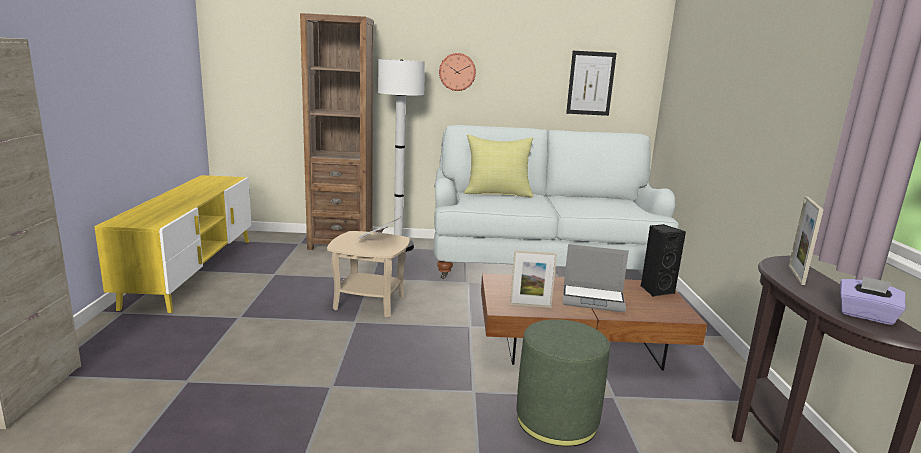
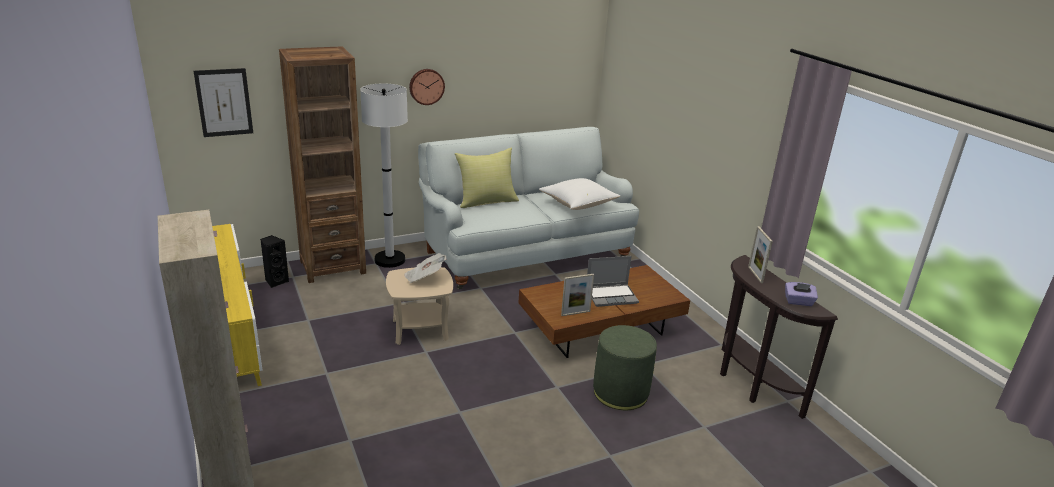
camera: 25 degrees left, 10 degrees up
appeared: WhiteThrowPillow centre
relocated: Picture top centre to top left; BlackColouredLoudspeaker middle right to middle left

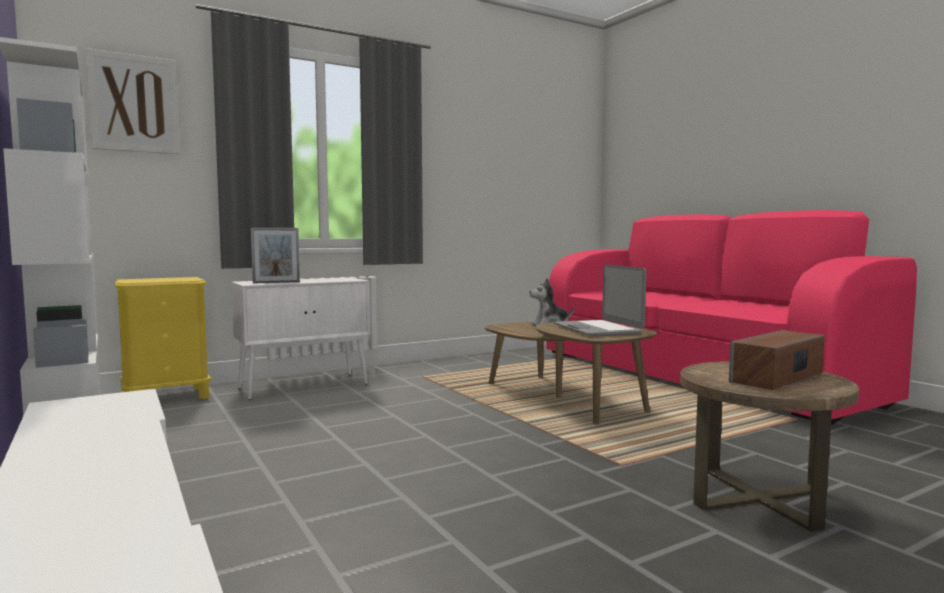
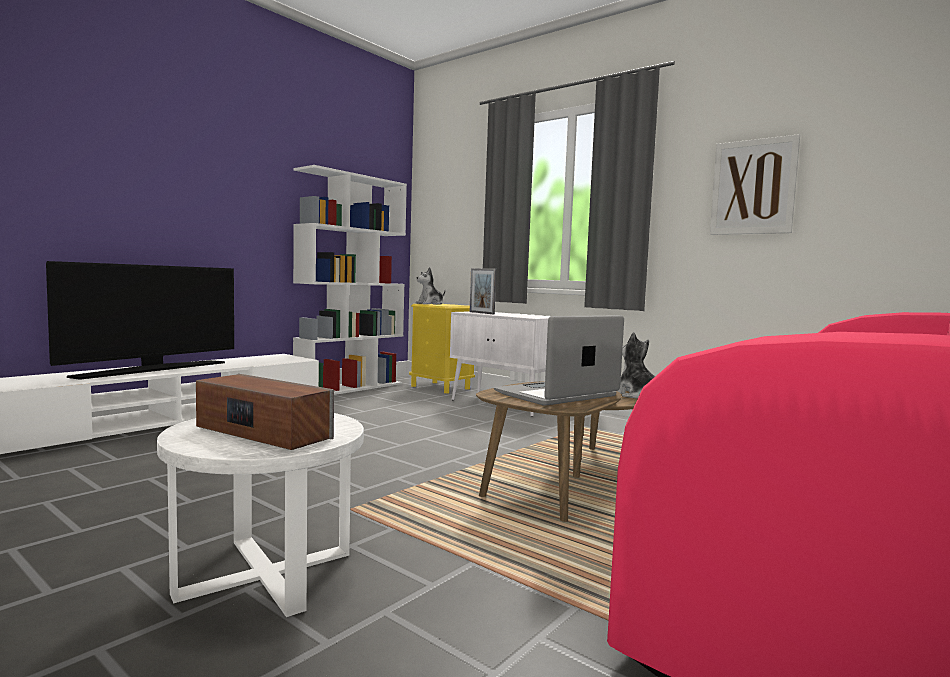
camera: 70 degrees right, 0 degrees up
appeared: Tv middle left; SoftToy (no. 1 from left) centre
relocated: Picture top left to top right
colour: BrownEndTable bottom right to WhiteEndTable bottom left

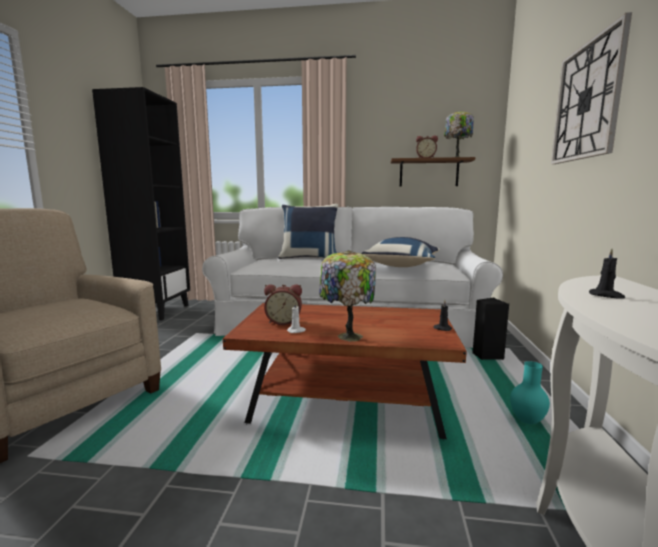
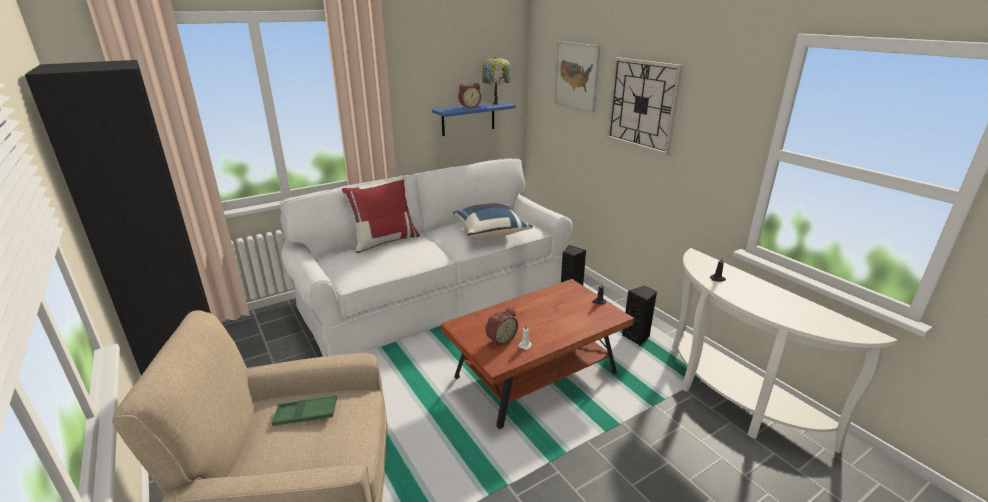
camera: 40 degrees left, 15 degrees up
missing: TableLamp (no. 1 from left) centre
appeared: GreenColouredTray bottom left; Picture top centre
exchanged: BlueGreenVase bottom right to BlackColouredLoudspeaker (no. 2 from left) centre
colour: BluishThrowPillow (no. 1 from left) centre to ReddishThrowPillow centre; BrownBracketShelf top centre to BluishBracketShelf top centre

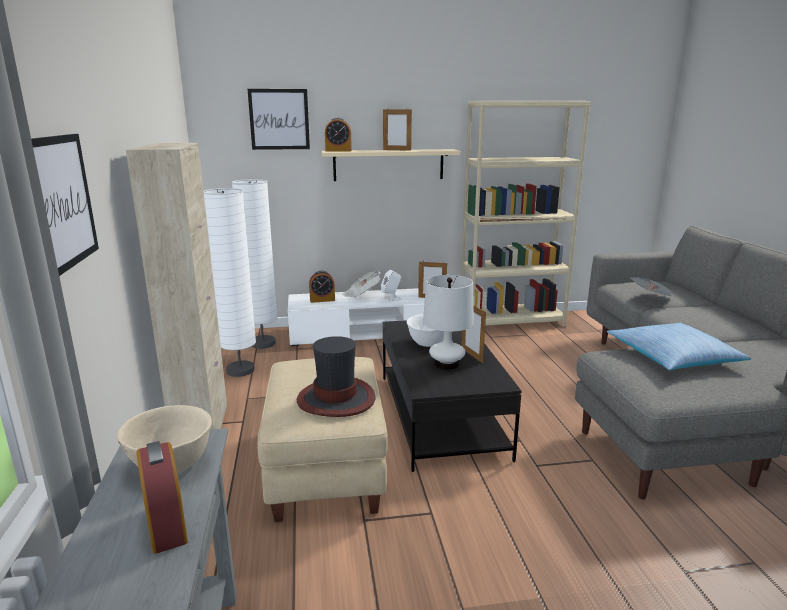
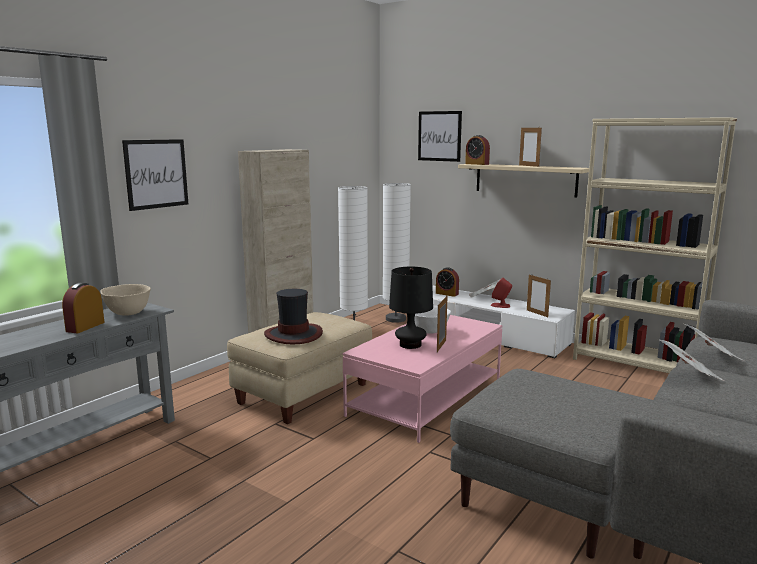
camera: 45 degrees right, 5 degrees down
missing: ThrowPillow middle right
appeared: DailyPaper (no. 2 from left) middle right
colour: WhiteLoudspeaker centre to ReddishLoudspeaker centre; BlackColouredLowTable centre to PinkishLowTable bottom centre; WhiteTableLamp centre to BlackColouredTableLamp centre

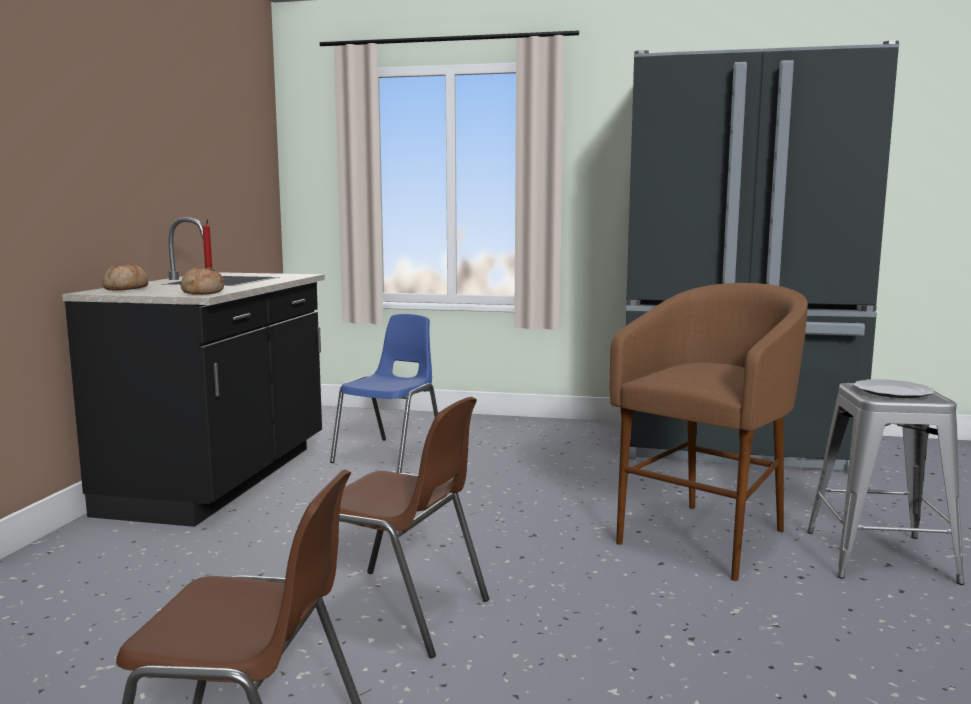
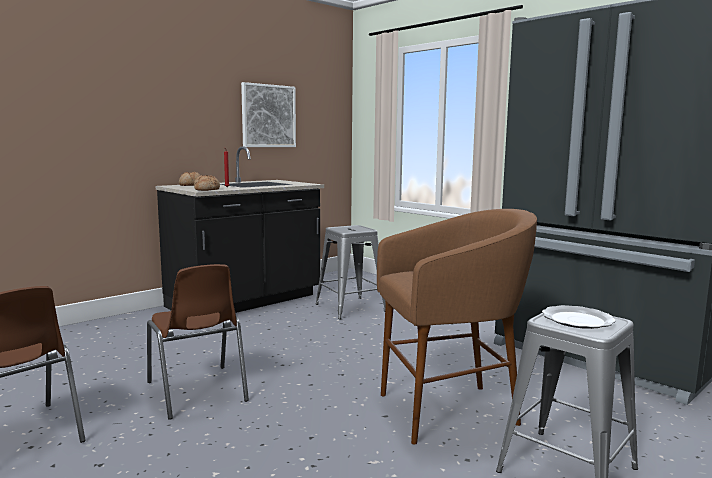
camera: 35 degrees right, 0 degrees up
appeared: Picture top centre
exchanged: BluishUprightChair centre to GreyStoolSeat (no. 1 from left) centre

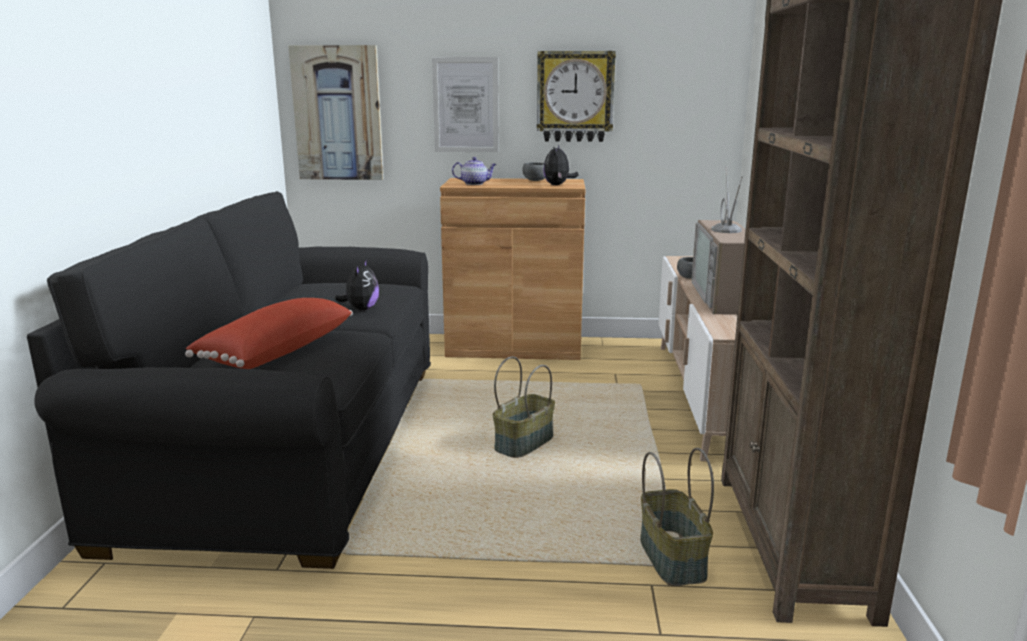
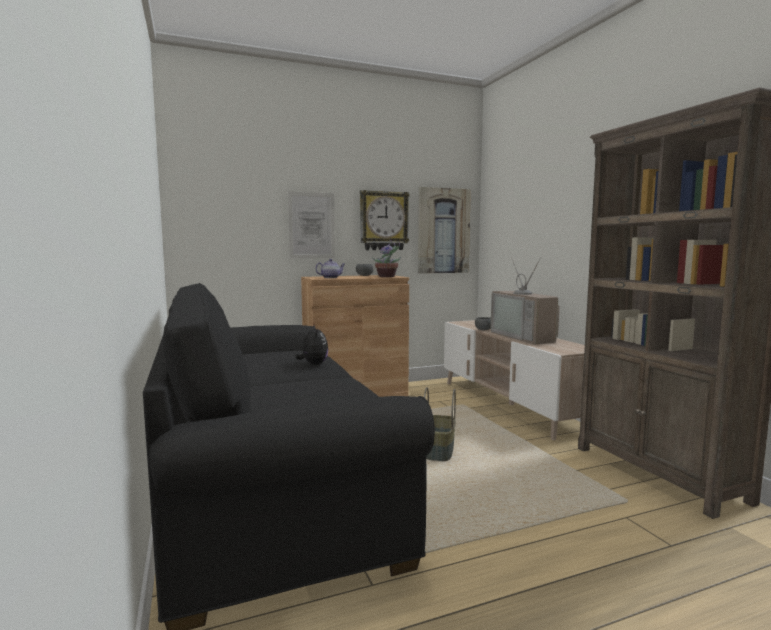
camera: 25 degrees left, 10 degrees down
missing: ReddishThrowPillow middle left; HouseholdBasket (no. 2 from left) bottom centre
relocated: Picture (no. 1 from left in the first image) top left to Picture (no. 2 from left) centre
exchanged: SoftToy (no. 2 from left) top centre to Houseplant centre

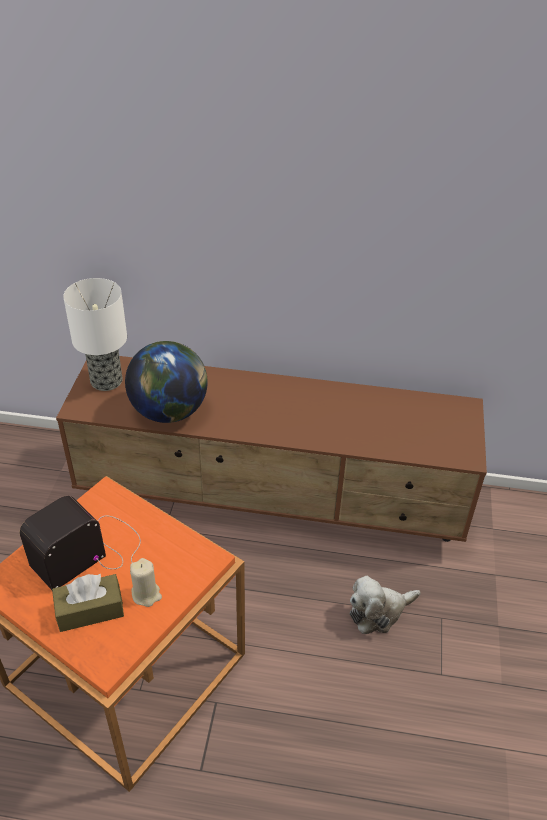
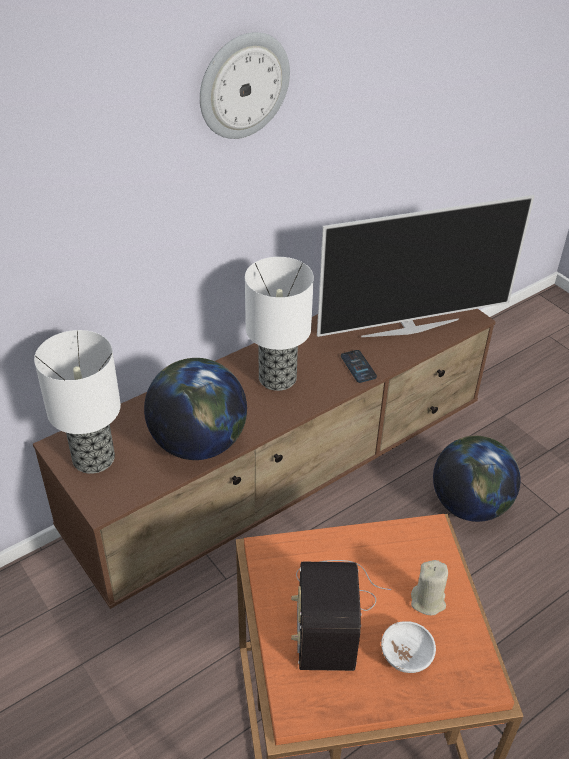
camera: 45 degrees left, 0 degrees up
appeared: ClockOnTheWall top centre; TableLamp (no. 2 from left) centre; Tv middle right; Phone centre
exchanged: BrownBoxOfTissues bottom left to WhiteDeepDish bottom right; SoftToy bottom right to WorldGlobe (no. 2 from left) middle right

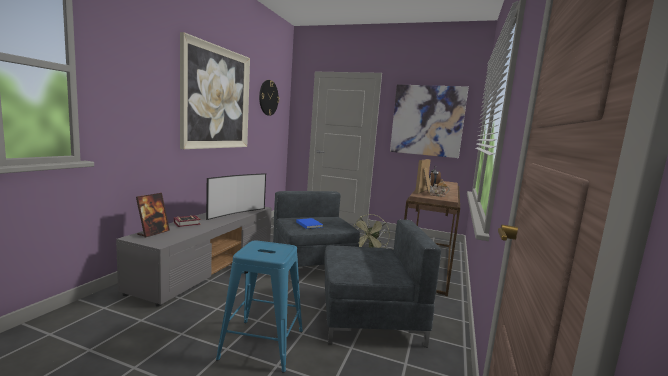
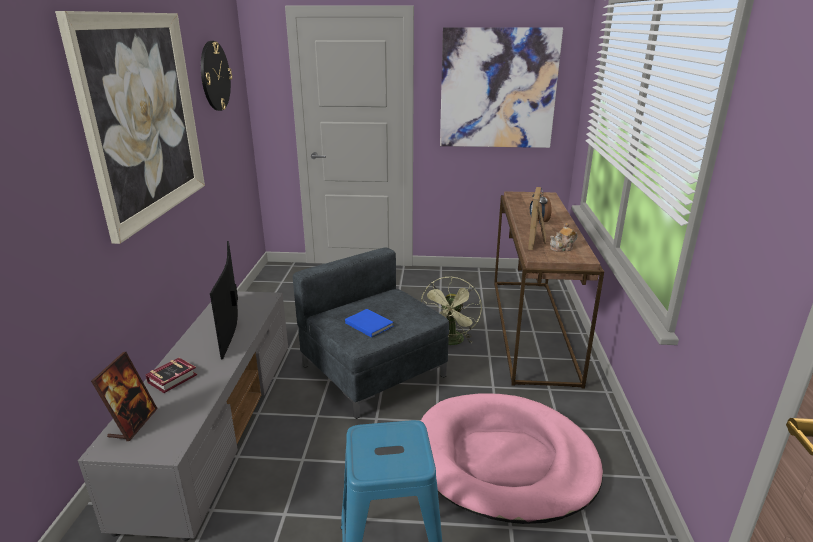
camera: 15 degrees left, 15 degrees up
exchanged: GreyLoungeChair (no. 2 from left) bottom centre to PinkishPetBed bottom centre
spun: Tv centre = middle left 150 degrees clockwise

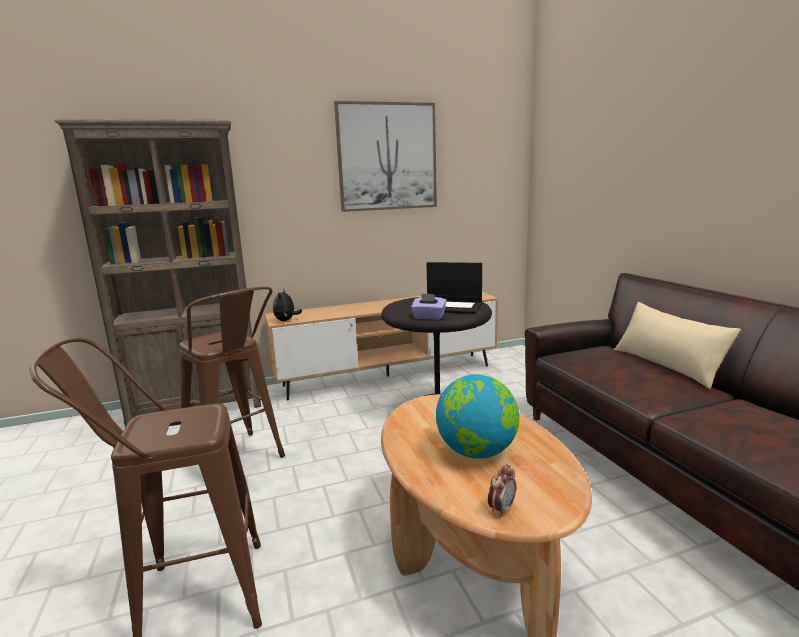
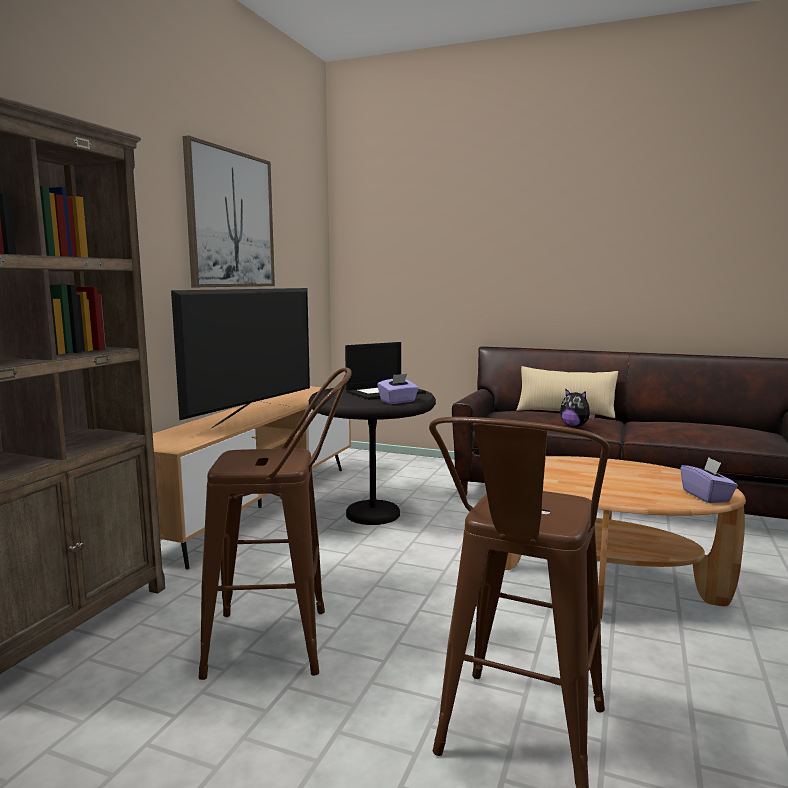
camera: 50 degrees left, 5 degrees down
missing: WorldGlobe centre
appeared: Tv middle left
relocated: SoftToy centre to middle right
exchanged: AlarmClock bottom centre to PurplishBoxOfTissues (no. 2 from left) middle right

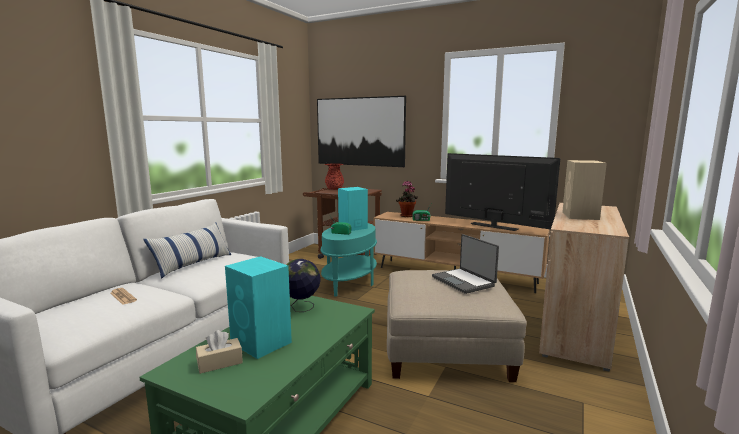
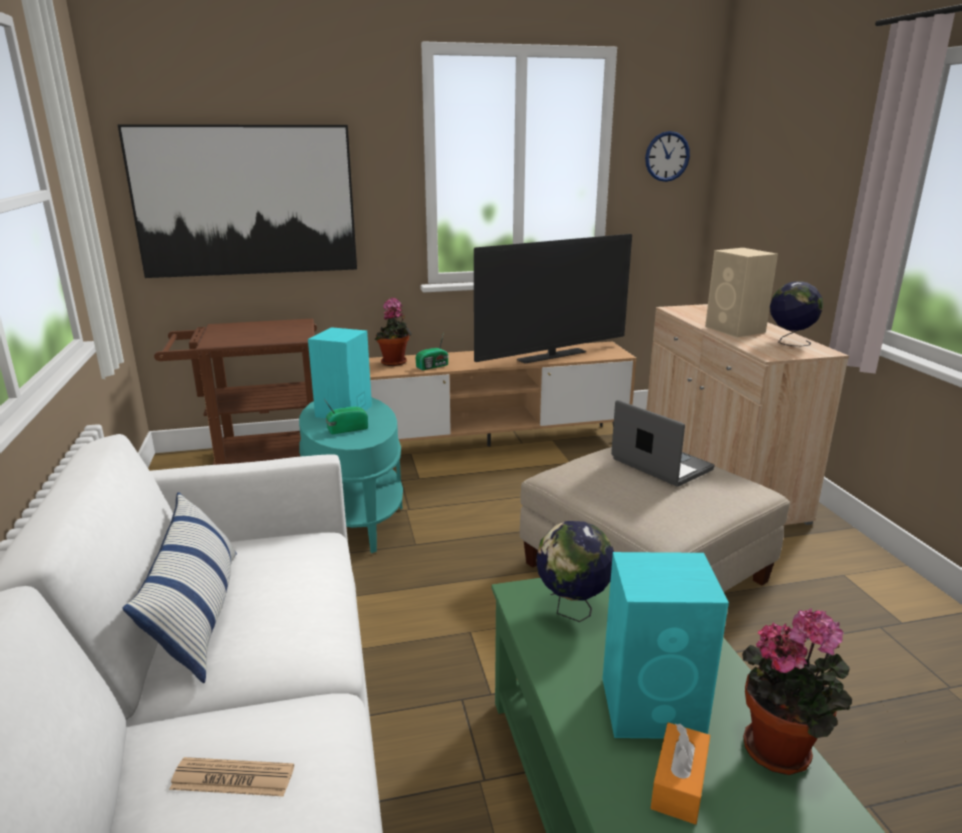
camera: 40 degrees left, 10 degrees up
missing: ReddishVase centre
appeared: ClockOnTheWall top right; Houseplant (no. 2 from left) bottom right; WorldGlobe (no. 2 from left) middle right
colour: BeigeBoxOfTissues bottom left to OrangeBoxOfTissues bottom right
spun: PortableComputer centre = middle right 150 degrees counterclockwise; Tv middle right = centre 150 degrees clockwise

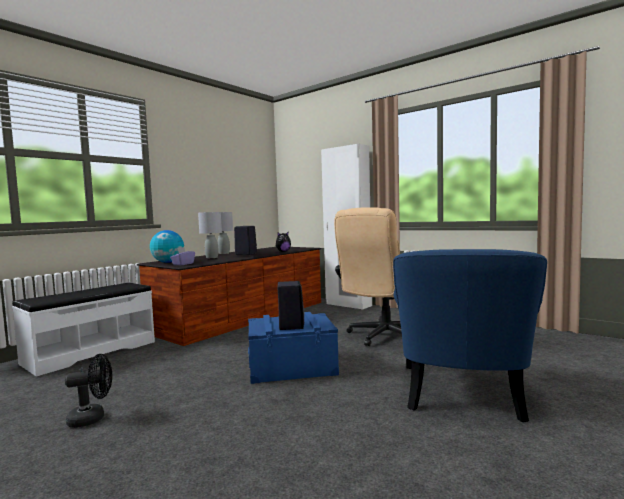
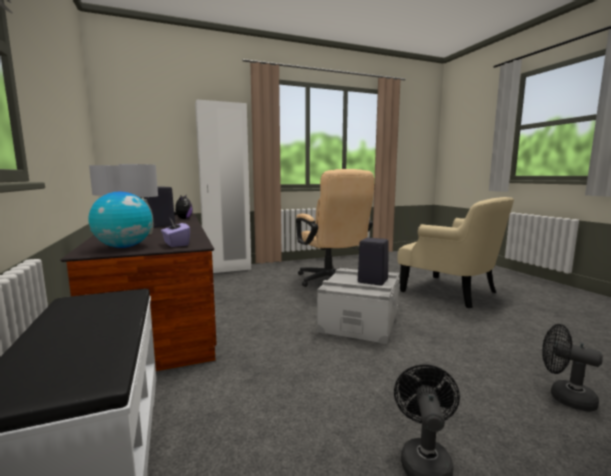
camera: 60 degrees left, 5 degrees up
appeared: BlackColouredCoolingFan (no. 2 from left) bottom right
colour: BluishStorageBox bottom centre to GreyStorageBox centre; BluishLoungeChair bottom right to BeigeLoungeChair middle right

